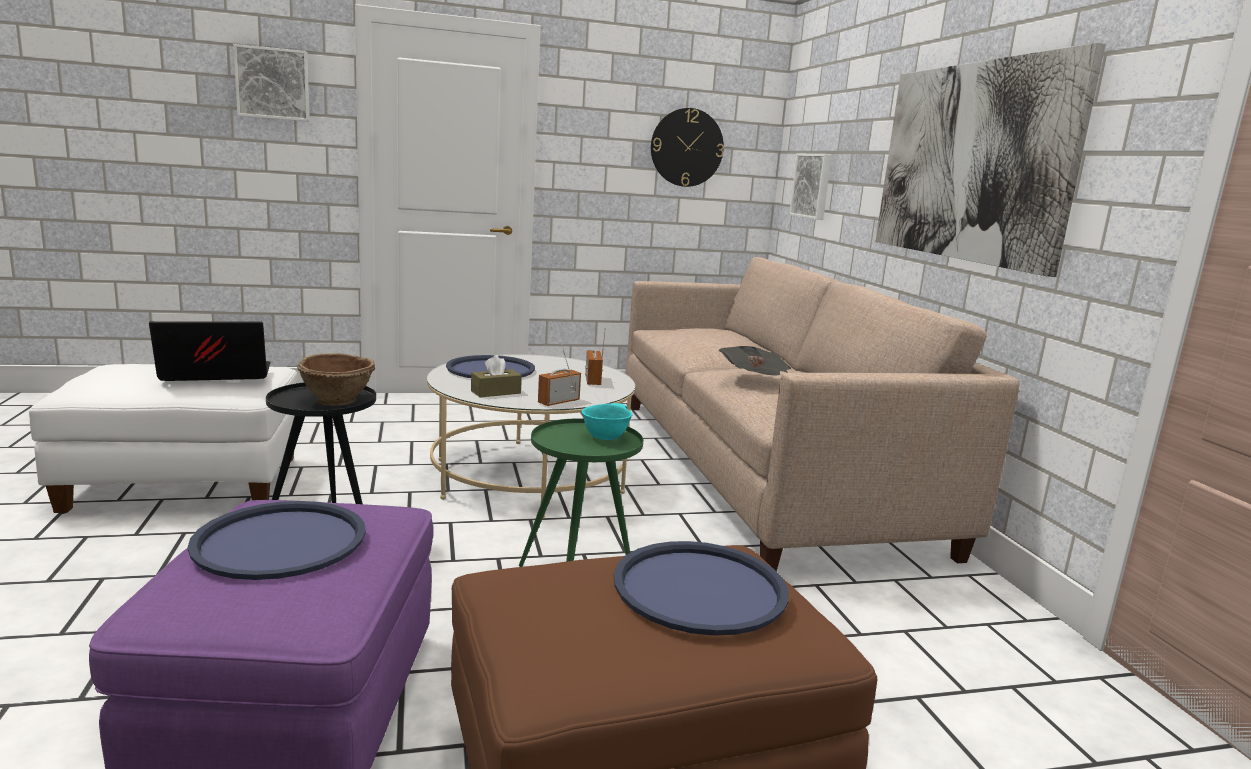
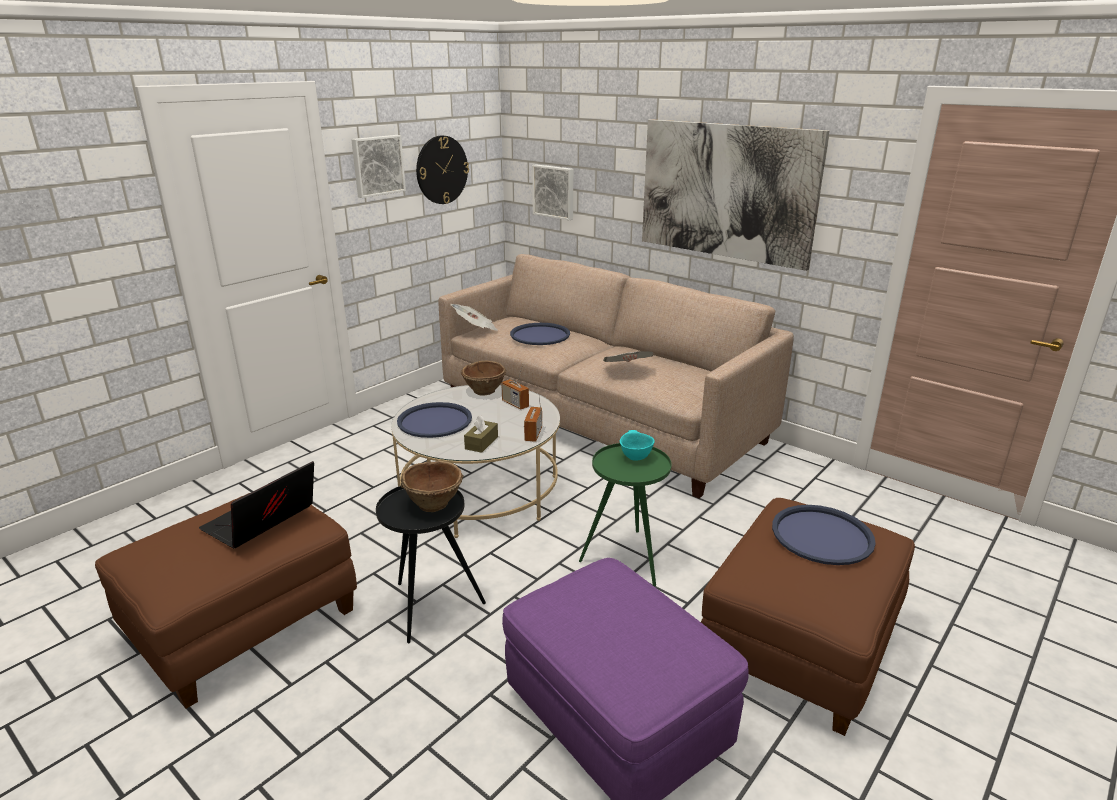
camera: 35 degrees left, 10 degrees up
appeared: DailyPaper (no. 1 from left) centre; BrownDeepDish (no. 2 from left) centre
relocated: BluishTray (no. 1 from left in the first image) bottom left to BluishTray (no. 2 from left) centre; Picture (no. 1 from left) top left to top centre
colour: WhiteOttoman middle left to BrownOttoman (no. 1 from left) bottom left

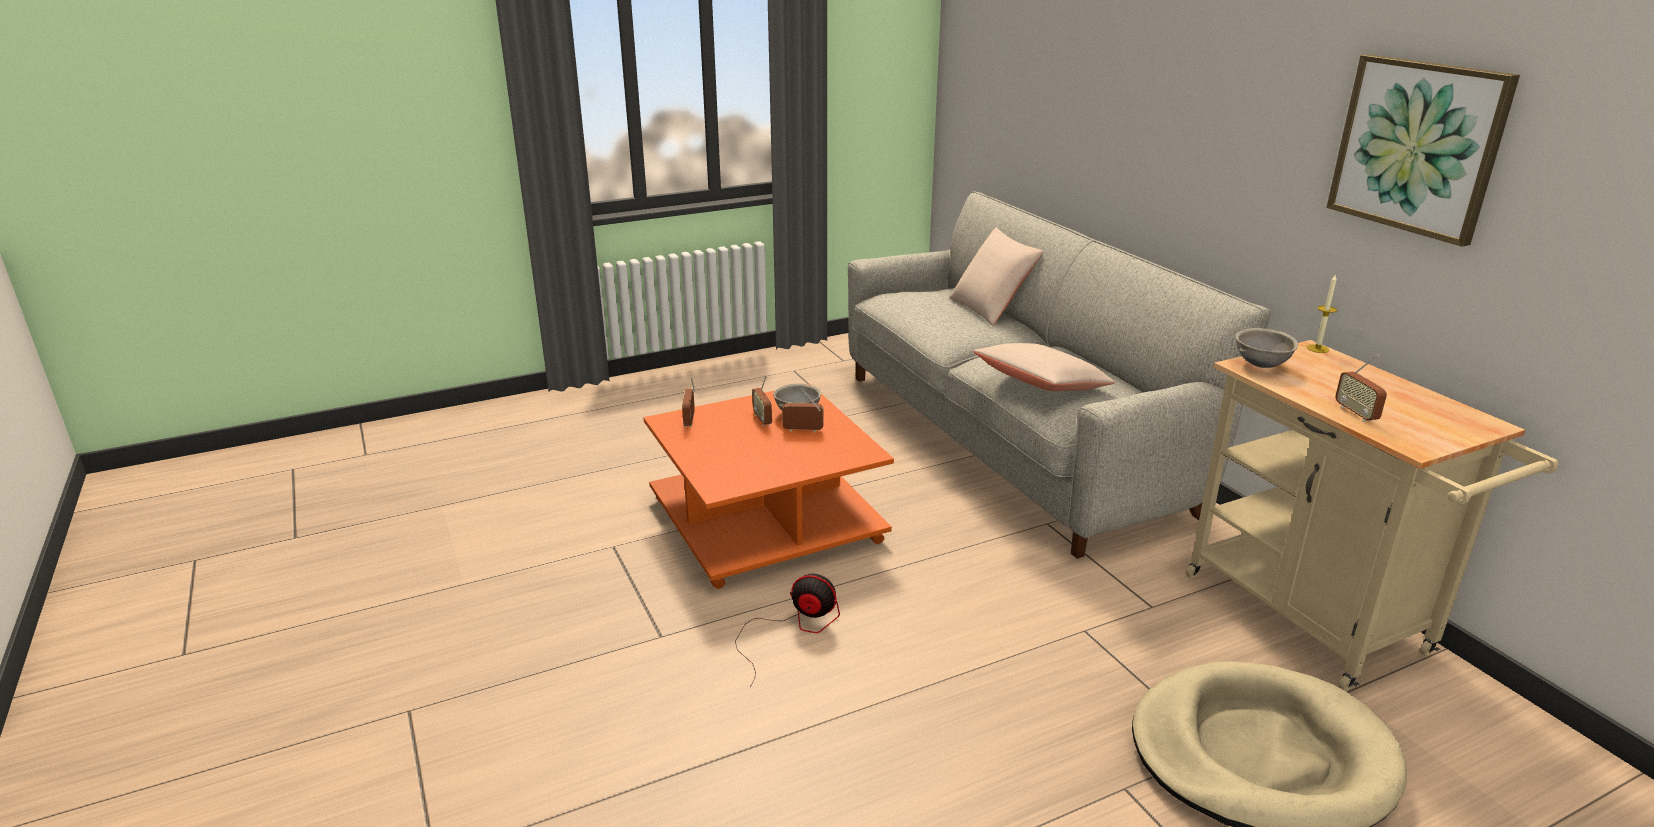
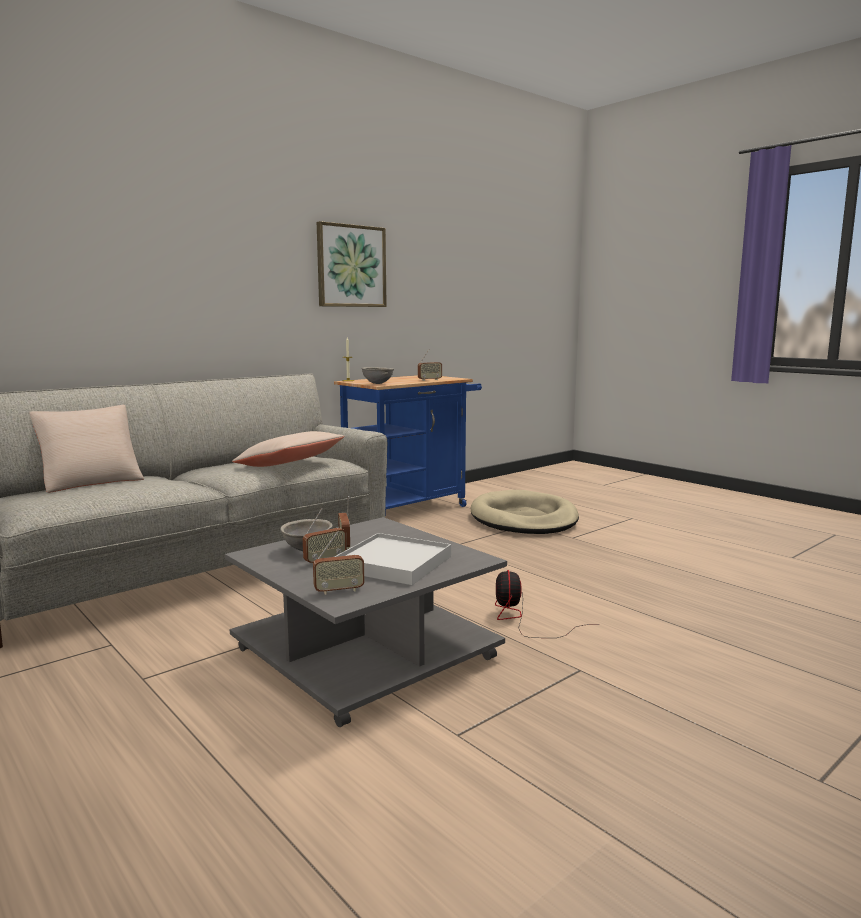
camera: 105 degrees left, 15 degrees down
appeared: WhiteTray centre
colour: OrangeLowTable centre to GreyLowTable bottom centre; BeigeCart middle right to BluishCart centre

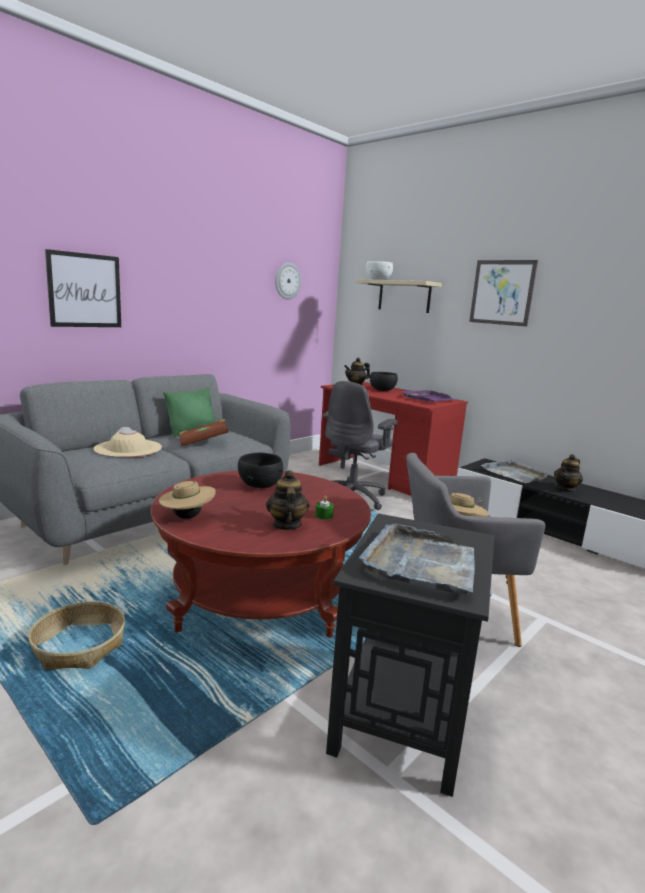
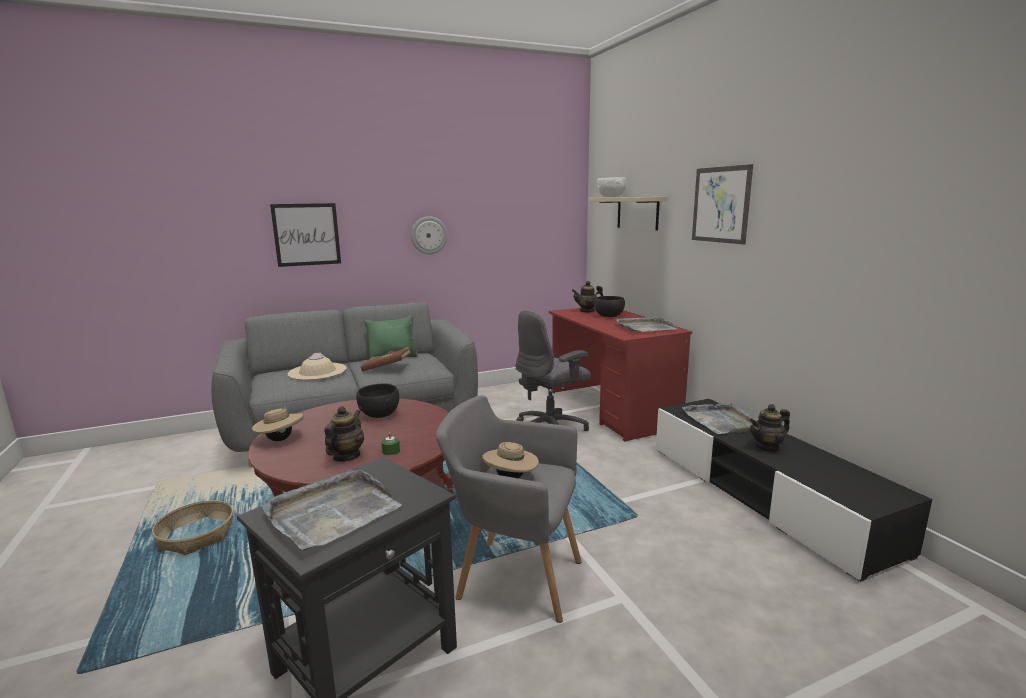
camera: 25 degrees right, 0 degrees up
relocated: ClockOnTheWall top centre to centre
colour: PurplishTray centre to GreyTray (no. 2 from left) centre

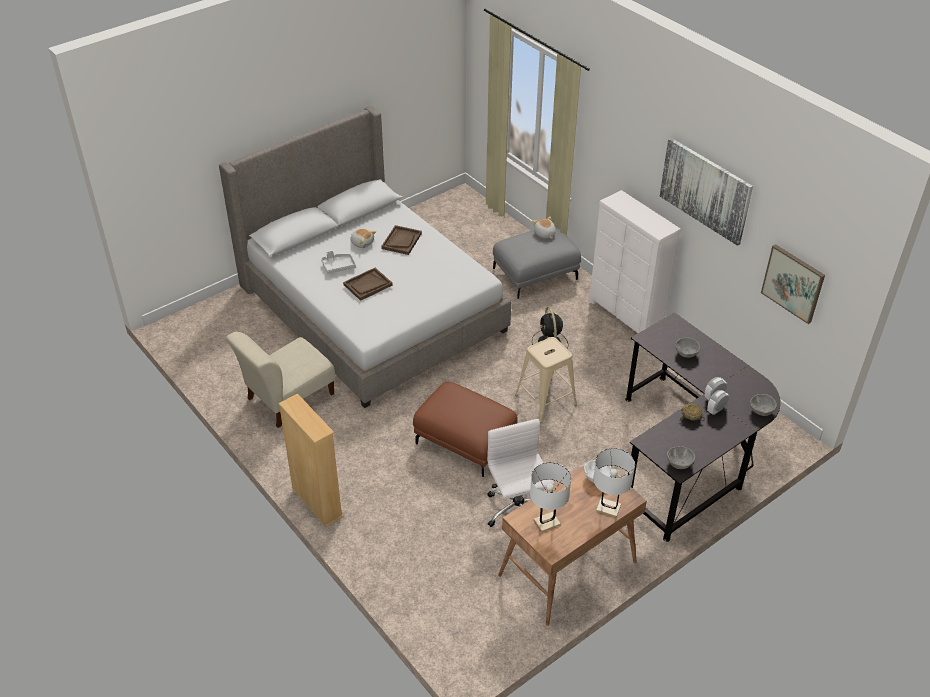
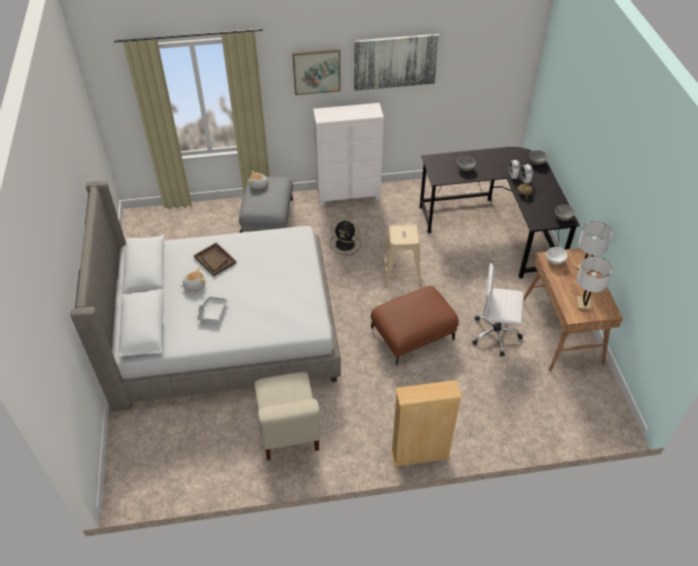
camera: 60 degrees left, 5 degrees up
missing: BrownTray (no. 1 from left) centre
relocated: Picture (no. 2 from left in the first image) middle right to Picture (no. 1 from left) top centre

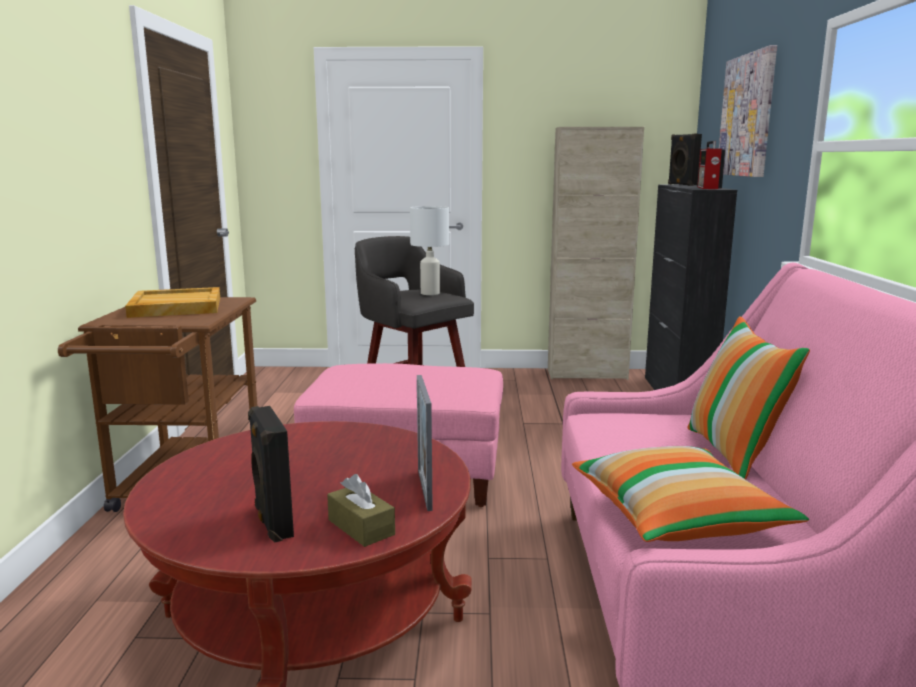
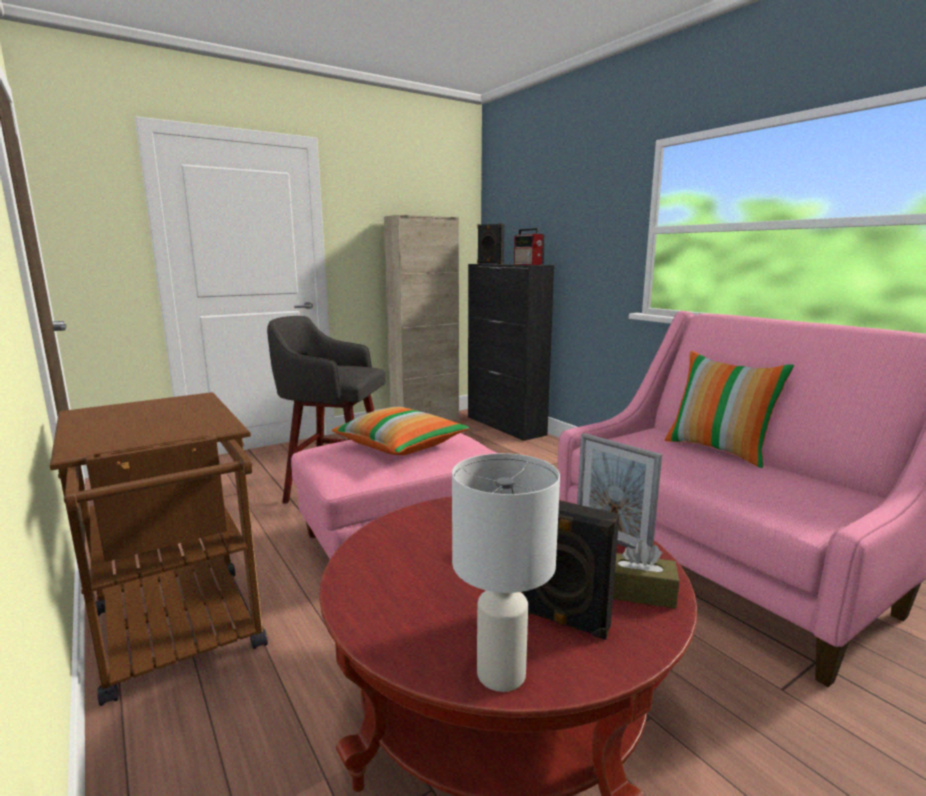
camera: 35 degrees left, 0 degrees up
missing: BeigeTray middle left; Picture top right
relocated: WhiteTableLamp centre to bottom centre; ThrowPillow (no. 1 from left) bottom right to centre

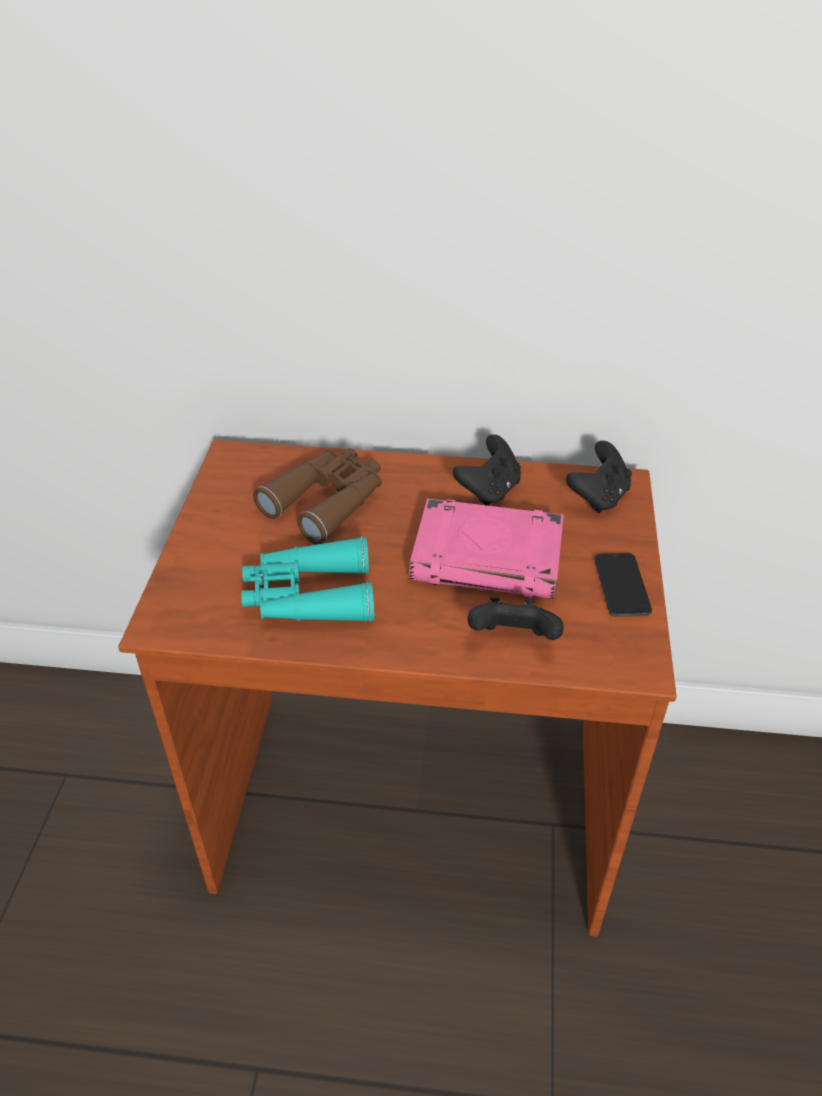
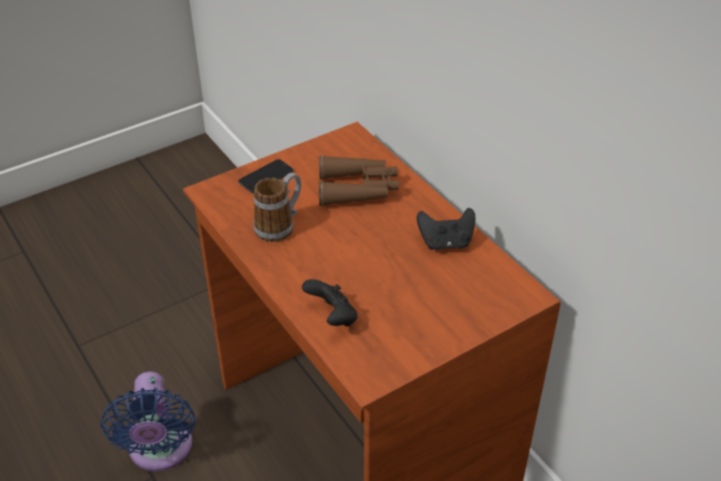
camera: 50 degrees right, 0 degrees up
missing: PinkishBook centre; BlackColouredGameController (no. 3 from left) middle right
appeared: BluishCoolingFan bottom left
relocated: Phone middle right to centre
exchanged: BlueGreenPairOfBinoculars centre to TeaMug centre

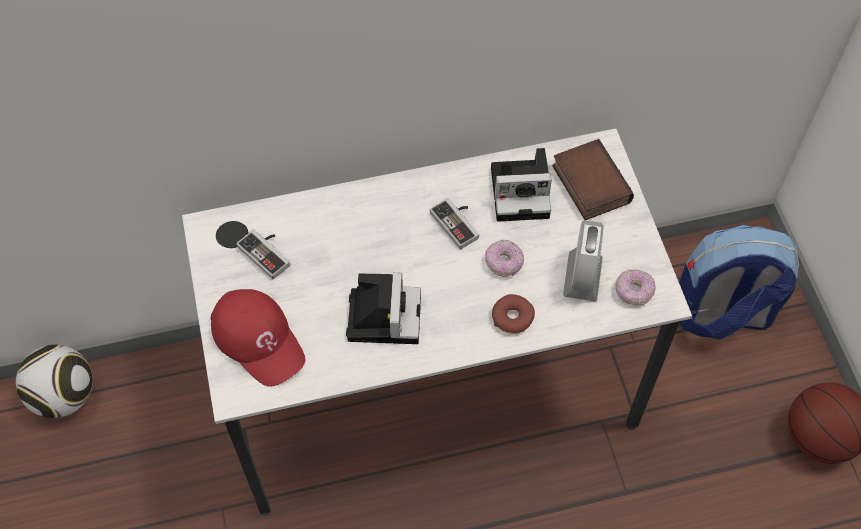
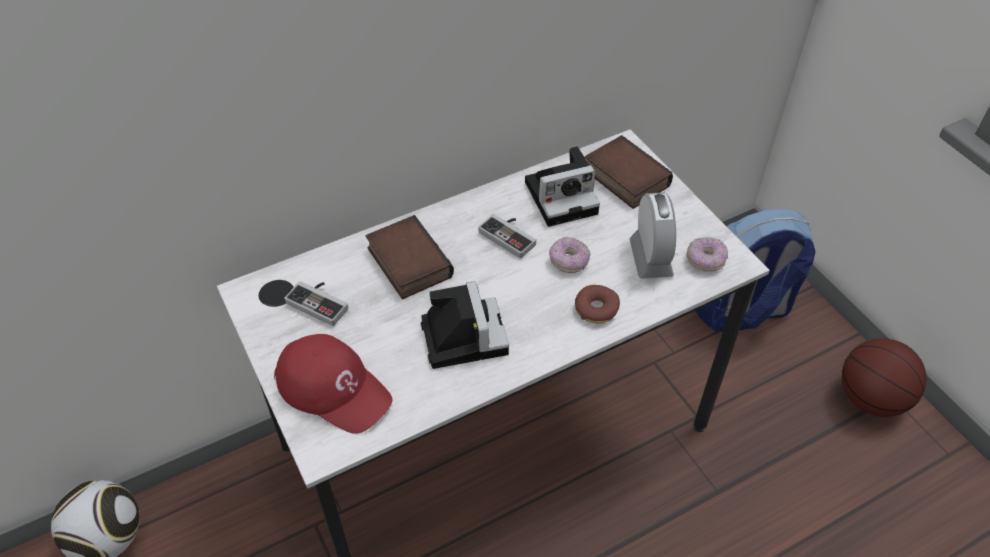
camera: 15 degrees left, 10 degrees down
appeared: Book (no. 1 from left) centre

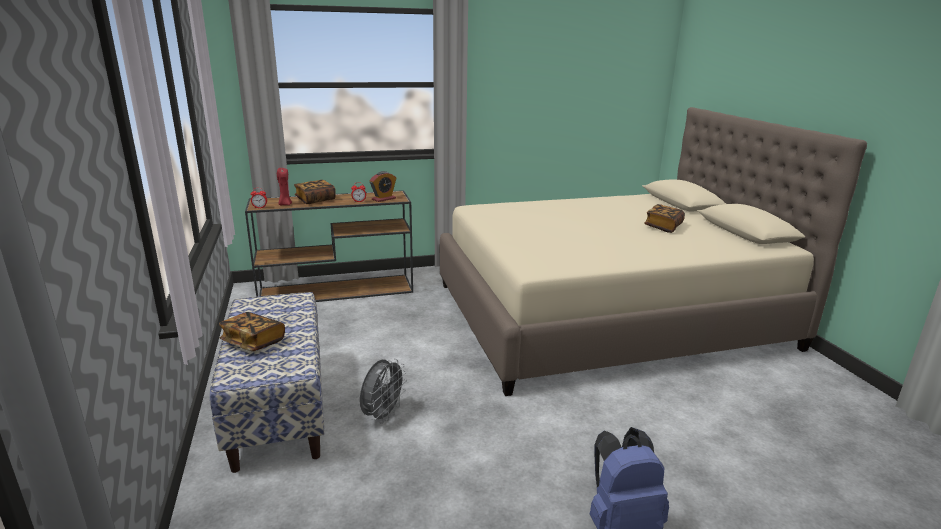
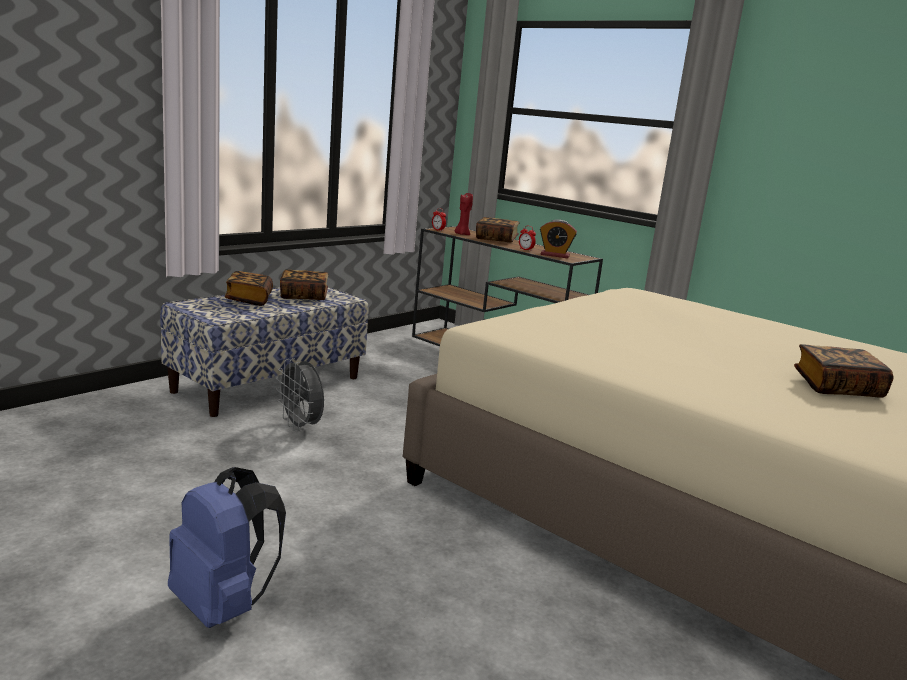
camera: 55 degrees right, 5 degrees down
appeared: Book (no. 2 from left) centre
spun: GreyCoolingFan bottom centre = middle left 60 degrees clockwise

